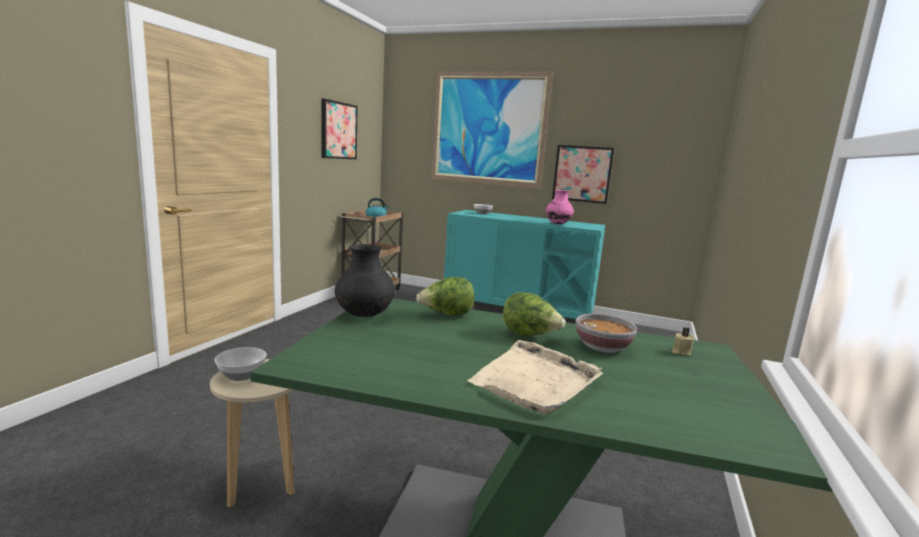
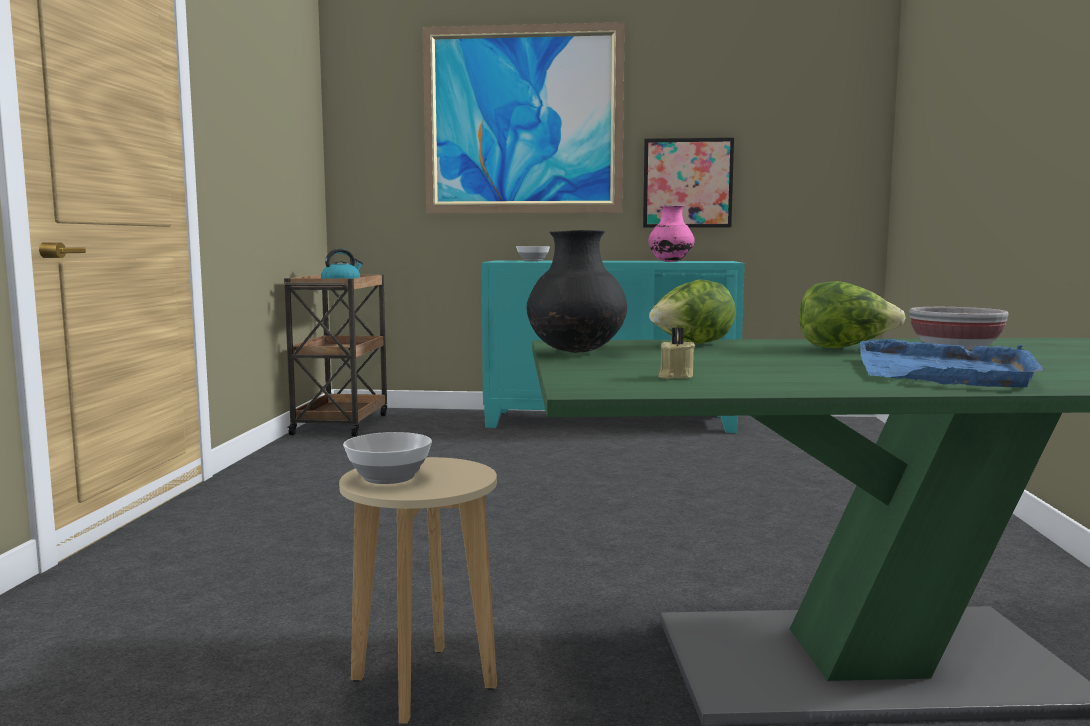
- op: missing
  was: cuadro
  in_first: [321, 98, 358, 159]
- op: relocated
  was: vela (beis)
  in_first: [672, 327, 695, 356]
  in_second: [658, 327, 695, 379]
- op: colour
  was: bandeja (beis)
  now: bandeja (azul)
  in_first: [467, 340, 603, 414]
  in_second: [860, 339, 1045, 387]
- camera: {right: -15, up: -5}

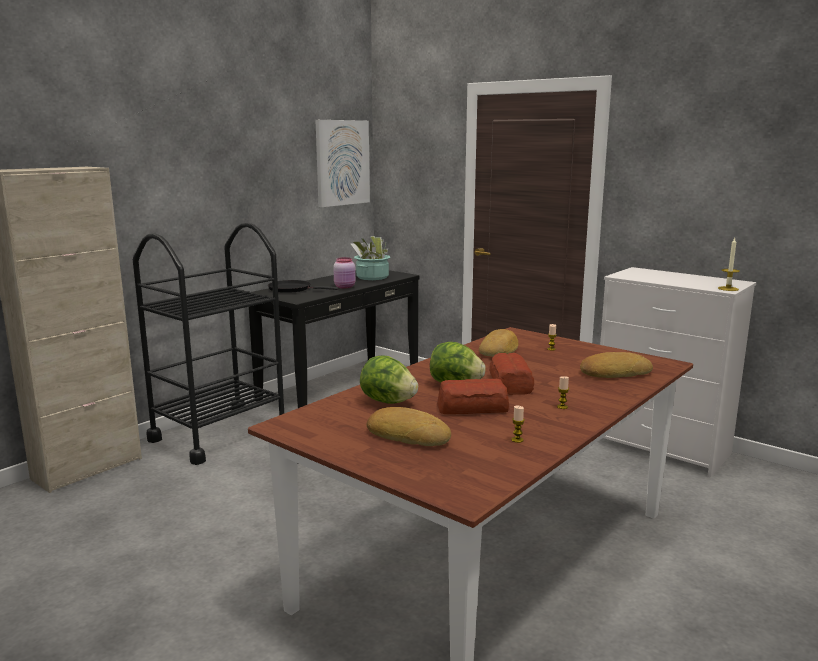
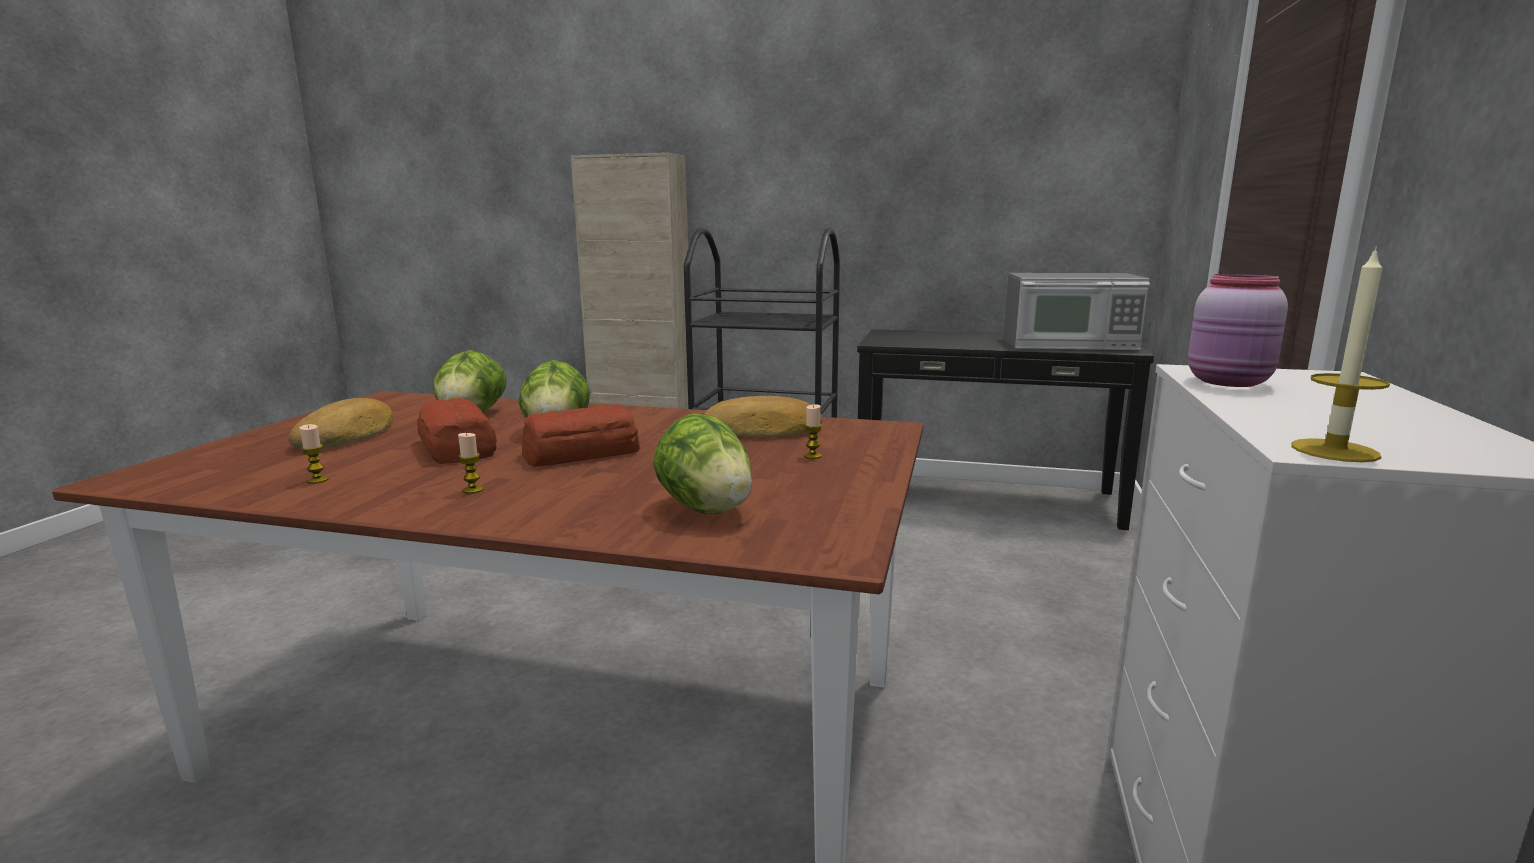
- op: missing
  was: cuadro
  in_first: [316, 120, 370, 207]
- op: exchanged
  was: planta en maceta
  now: microondas
  in_first: [351, 236, 390, 280]
  in_second: [1003, 273, 1150, 350]
- op: relocated
  was: tarro (rosa)
  in_first: [333, 257, 355, 289]
  in_second: [1188, 274, 1288, 387]
- op: missing
  was: sartén (negro)
  in_first: [268, 280, 338, 293]
- op: exchanged
  was: pan
  now: lechuga
  in_first: [580, 352, 653, 378]
  in_second: [653, 413, 752, 514]
- camera: {right: 65, up: 0}

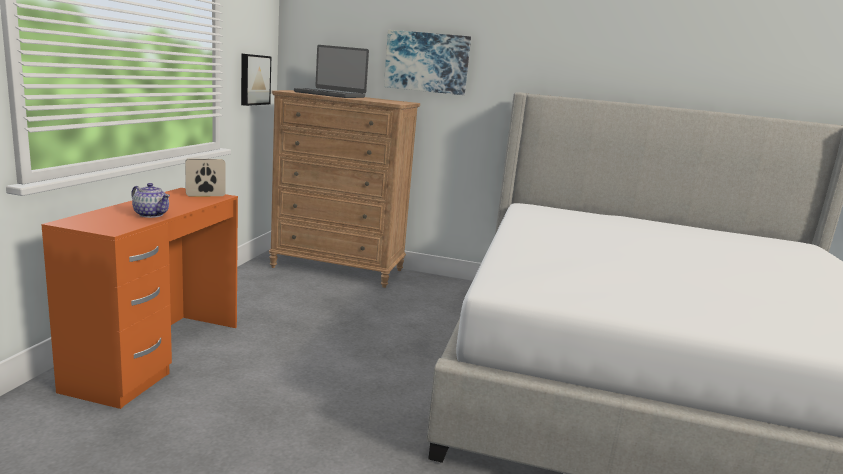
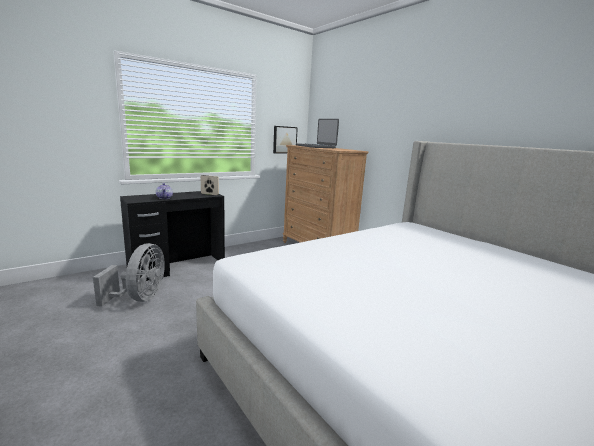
- op: missing
  was: cuadro
  in_first: [384, 30, 471, 95]
- op: colour
  was: escritorio (naranja)
  now: escritorio (negro)
  in_first: [41, 188, 238, 409]
  in_second: [120, 191, 225, 281]
- op: appeared
  now: ventilador (gris)
  in_second: [93, 243, 165, 307]
- camera: {right: 40, up: 0}

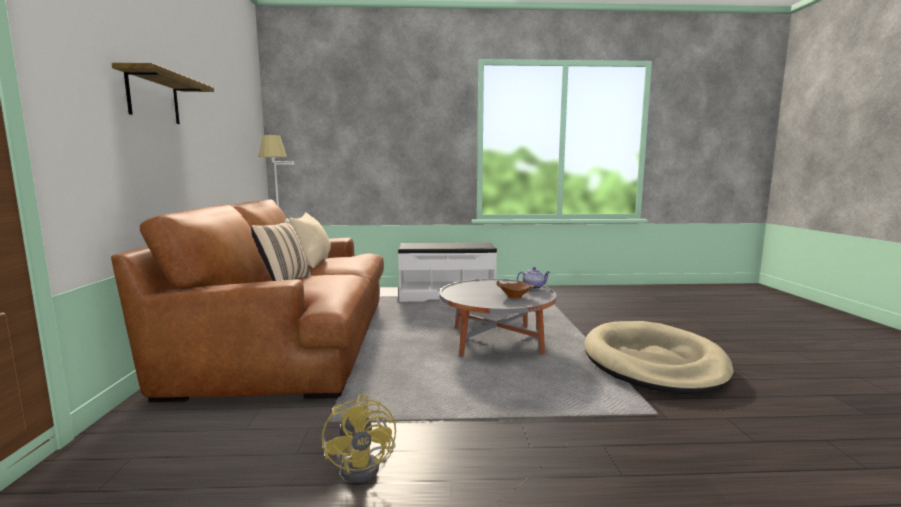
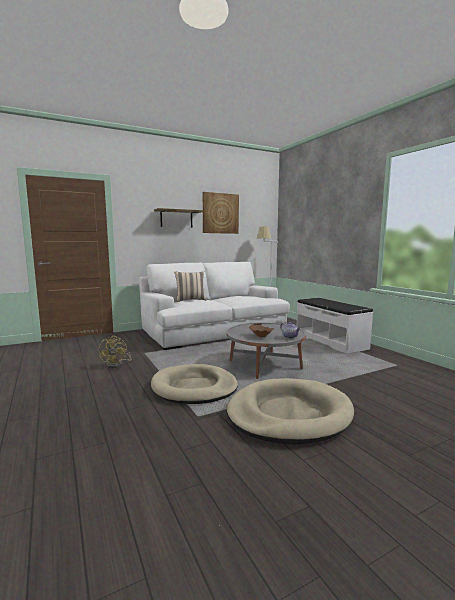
- op: colour
  was: sofá (marrón)
  now: sofá (blanco)
  in_first: [111, 199, 384, 402]
  in_second: [139, 262, 290, 350]
- op: missing
  was: cojín (beis)
  in_first: [289, 212, 331, 268]
- op: spun
  was: ventilador (amarillo)
  in_first: [322, 394, 396, 483]
  in_second: [98, 335, 131, 368]
  clockwise: -60
- op: appeared
  now: cuadro
  in_second: [203, 192, 239, 234]
- op: appeared
  now: cama para perro (beis)
  in_second: [151, 364, 238, 404]
- camera: {right: 65, up: 0}

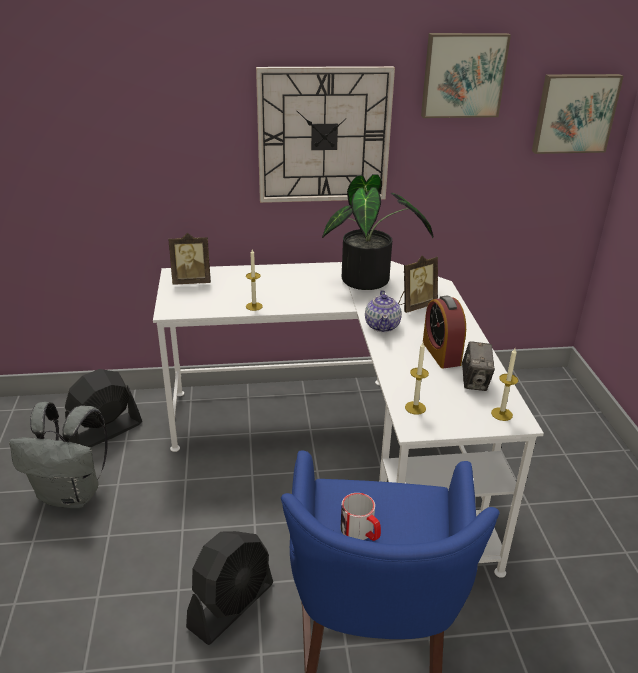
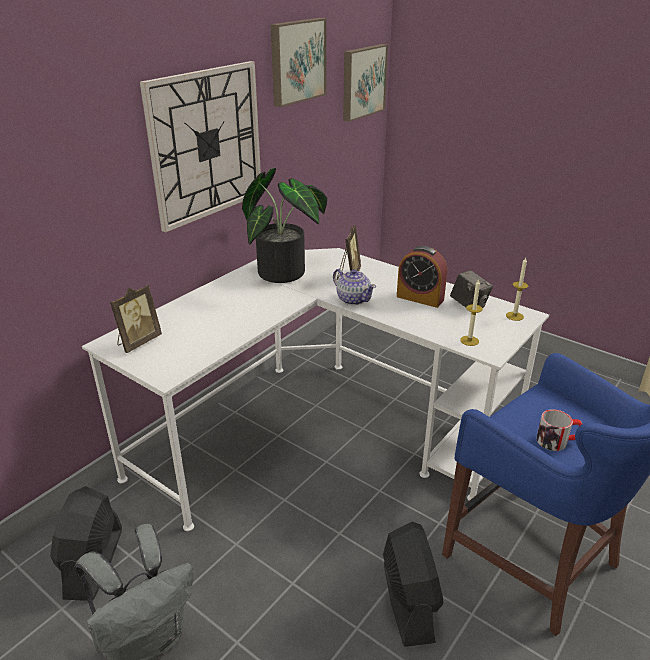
- op: missing
  was: vela
  in_first: [246, 249, 263, 311]
- camera: {right: -45, up: 0}

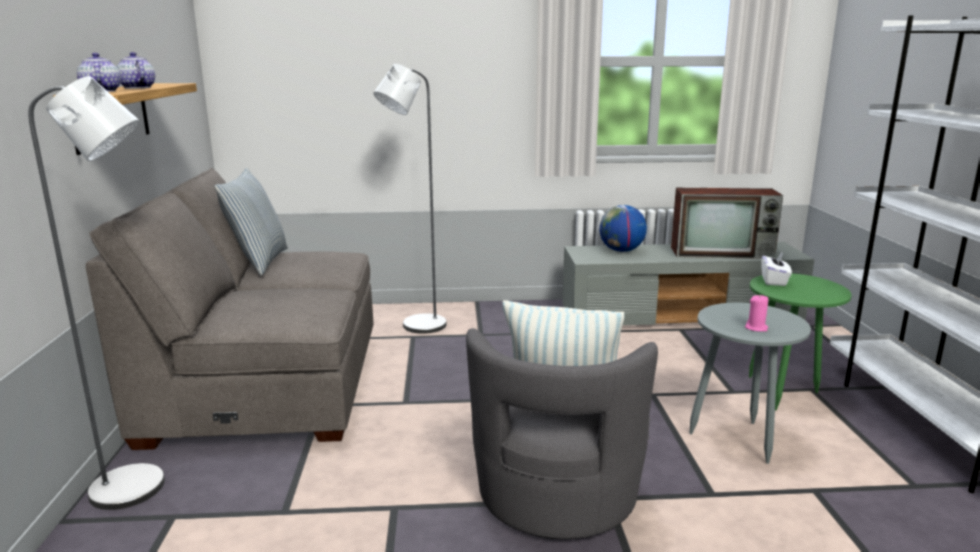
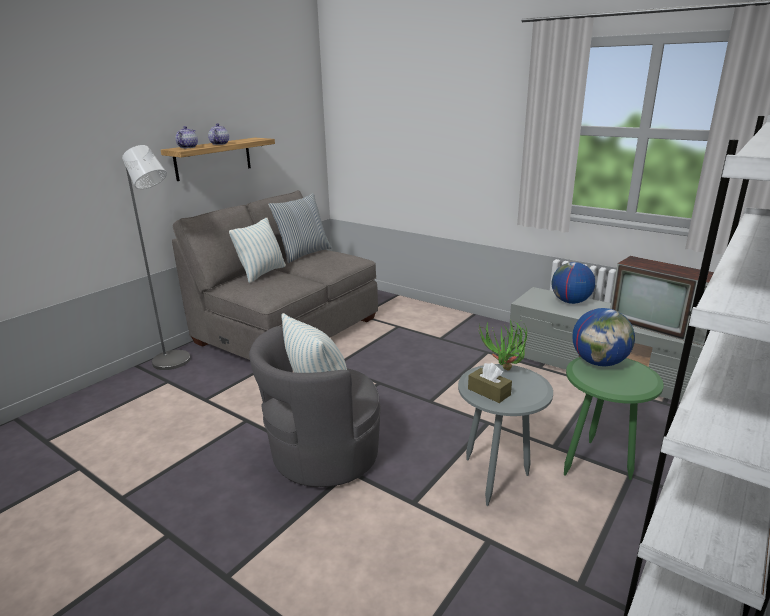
- op: missing
  was: lámpara de pie (gris)
  in_first: [373, 64, 447, 334]
- op: exchanged
  was: caja de pañuelos (blanco)
  now: globo terráqueo
  in_first: [761, 251, 792, 286]
  in_second: [572, 308, 635, 366]
- op: exchanged
  was: vela (rosa)
  now: caja de pañuelos (marrón)
  in_first: [745, 294, 768, 332]
  in_second: [468, 363, 512, 403]
- op: appeared
  now: cojín
  in_second: [229, 218, 286, 283]
- op: appeared
  now: planta en maceta
  in_second: [479, 320, 527, 370]
- camera: {right: 40, up: 5}

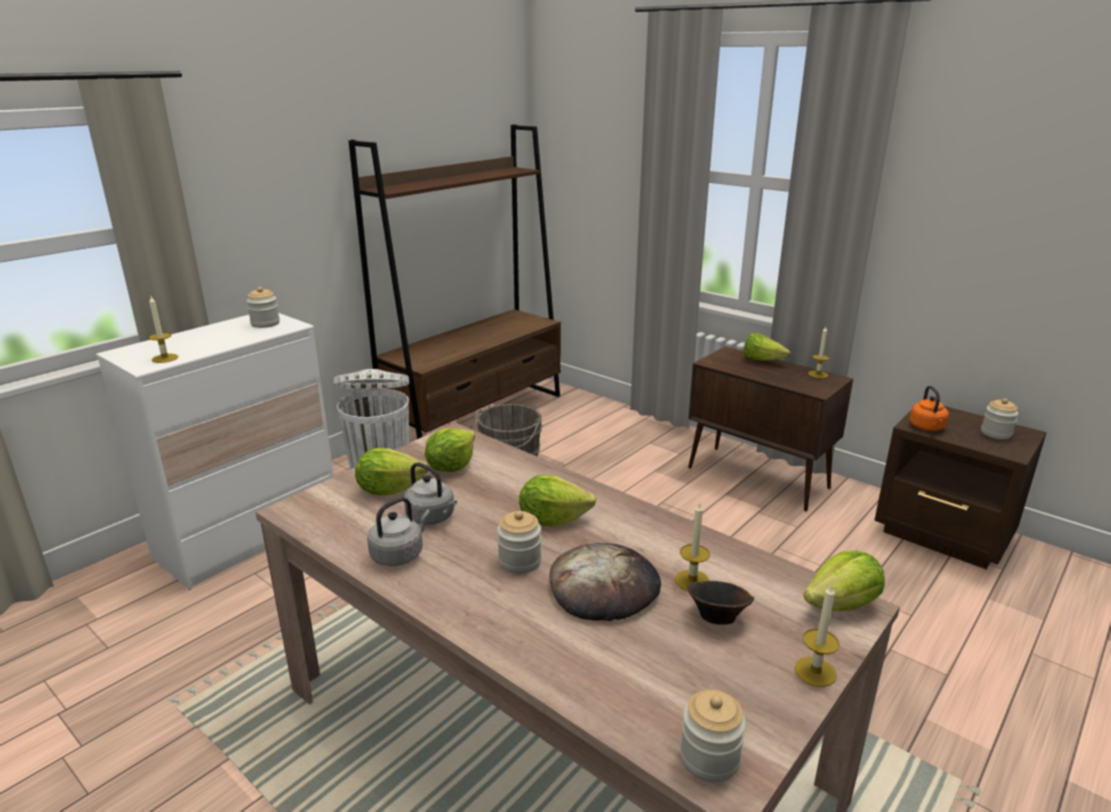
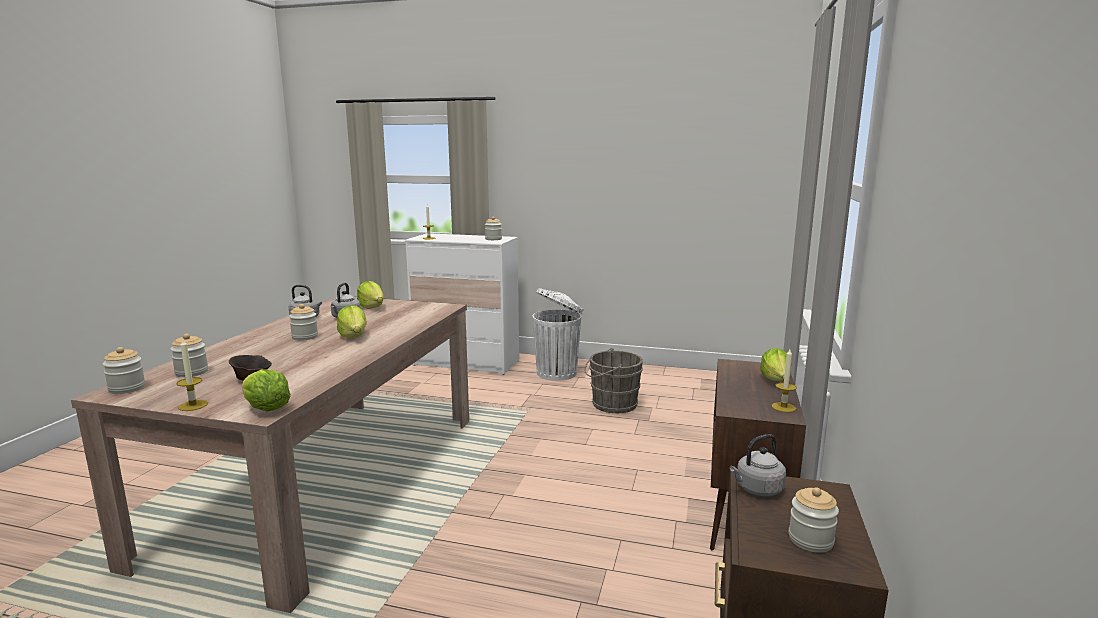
- op: missing
  was: estantería (marrón)
  in_first: [349, 124, 561, 439]
- op: colour
  was: hervidor (naranja)
  now: hervidor (gris)
  in_first: [910, 386, 949, 431]
  in_second: [730, 434, 786, 496]
- op: missing
  was: lechuga
  in_first: [425, 428, 475, 472]
- op: missing
  was: vela
  in_first: [675, 502, 710, 591]
- op: missing
  was: pan
  in_first: [550, 543, 661, 621]
- op: appeared
  now: tarro
  in_second: [170, 334, 208, 377]
- camera: {right: 65, up: -10}

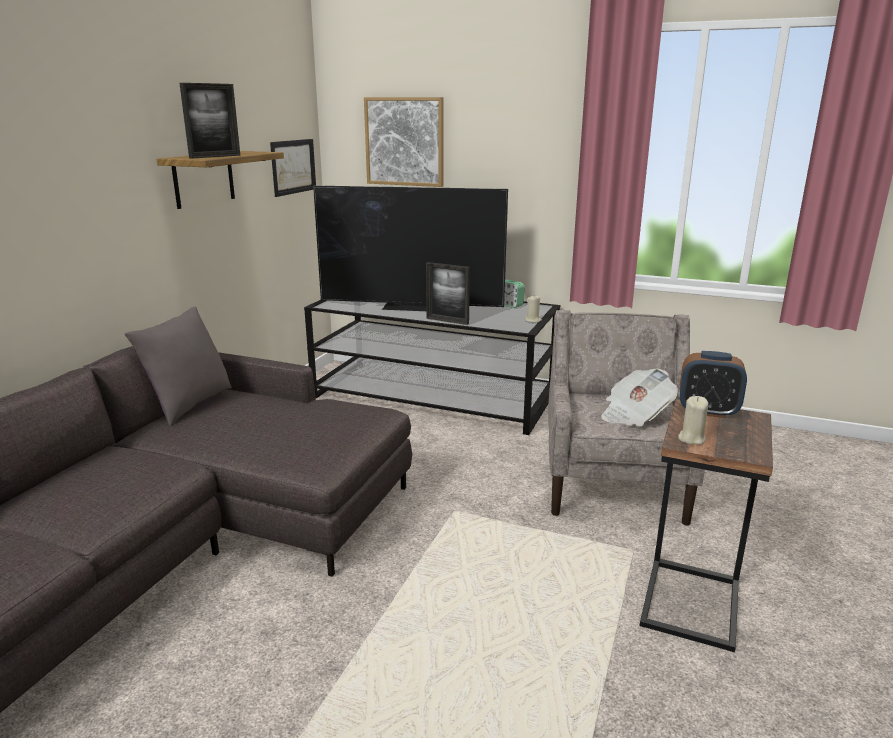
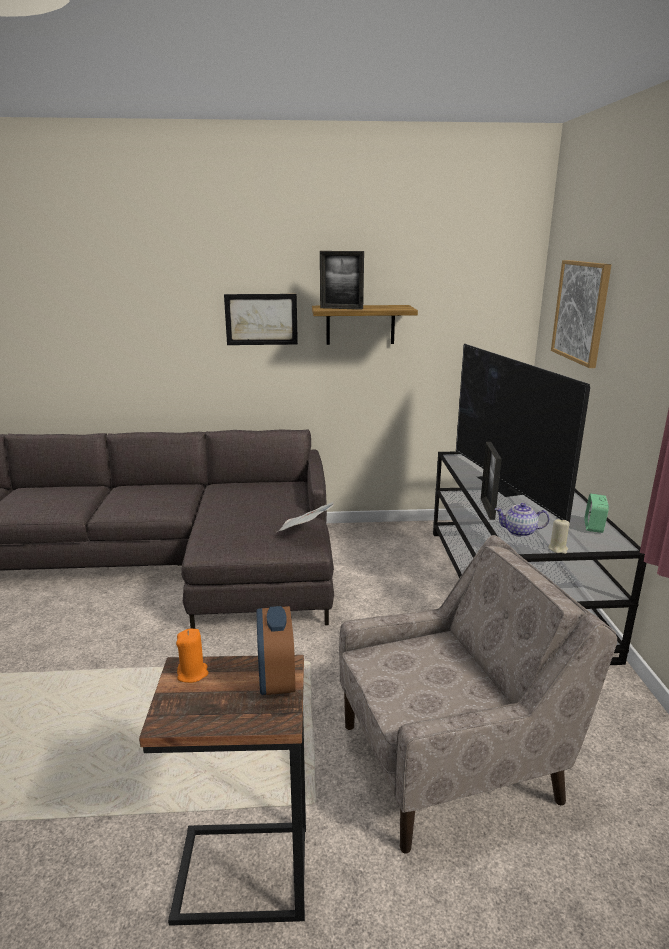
- op: relocated
  was: cuadro
  in_first: [270, 139, 316, 197]
  in_second: [224, 294, 298, 345]
- op: missing
  was: cojín (gris)
  in_first: [124, 306, 232, 426]
- op: relocated
  was: periódico
  in_first: [601, 369, 678, 427]
  in_second: [277, 502, 334, 532]
- op: colour
  was: vela (beis)
  now: vela (naranja)
  in_first: [678, 396, 709, 445]
  in_second: [176, 628, 209, 683]
- op: appeared
  now: tetera
  in_second: [495, 503, 550, 537]
- camera: {right: 65, up: 0}

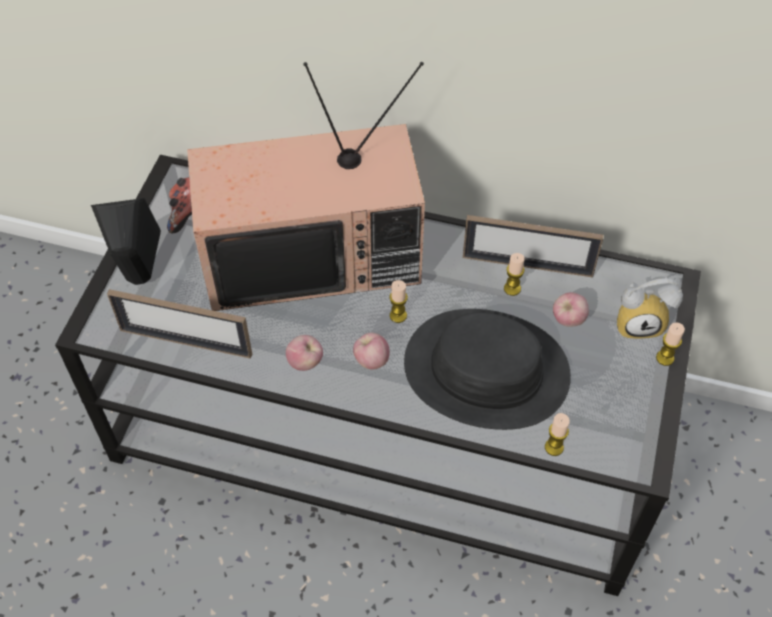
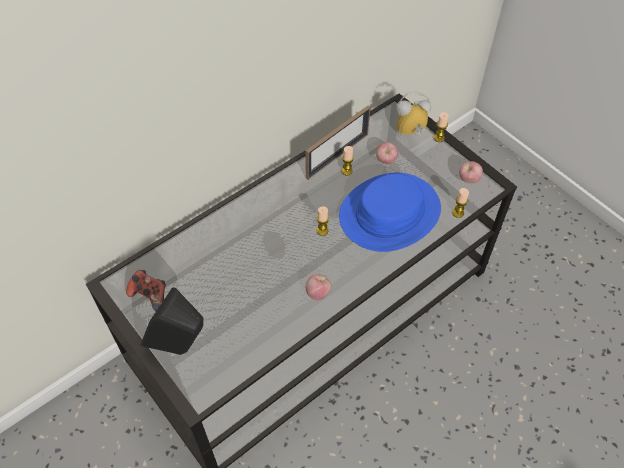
- op: missing
  was: televisor
  in_first: [187, 62, 425, 311]
- op: spun
  was: despertador
  in_first: [617, 278, 683, 339]
  in_second: [396, 91, 431, 137]
  clockwise: -135
- op: missing
  was: portarretratos
  in_first: [107, 289, 252, 358]
- op: colour
  was: sombrero (negro)
  now: sombrero (azul)
  in_first: [404, 309, 571, 430]
  in_second: [339, 173, 441, 252]
- op: relocated
  was: manzana
  in_first: [353, 333, 390, 370]
  in_second: [459, 161, 483, 183]
- camera: {right: -55, up: 0}

